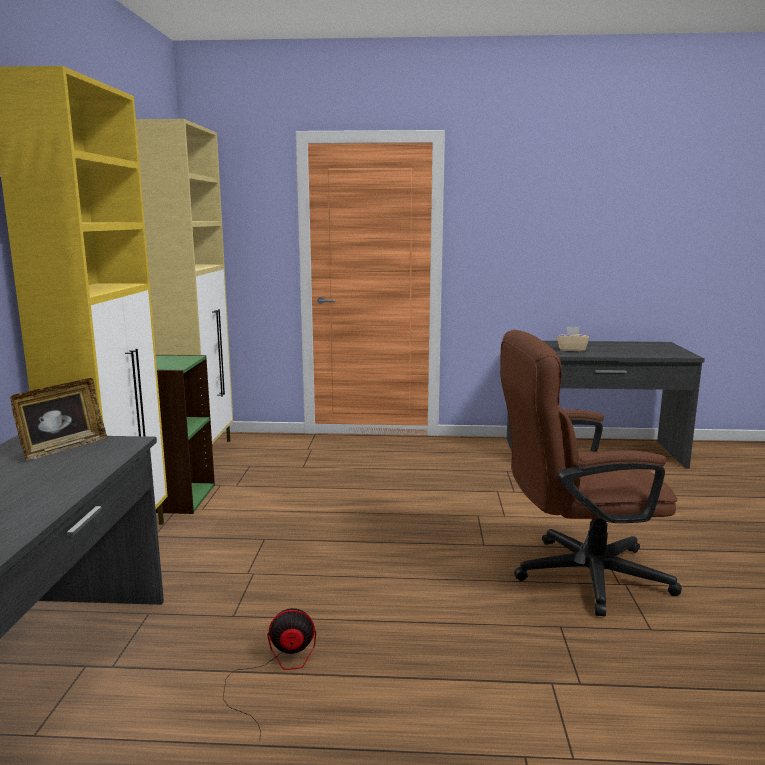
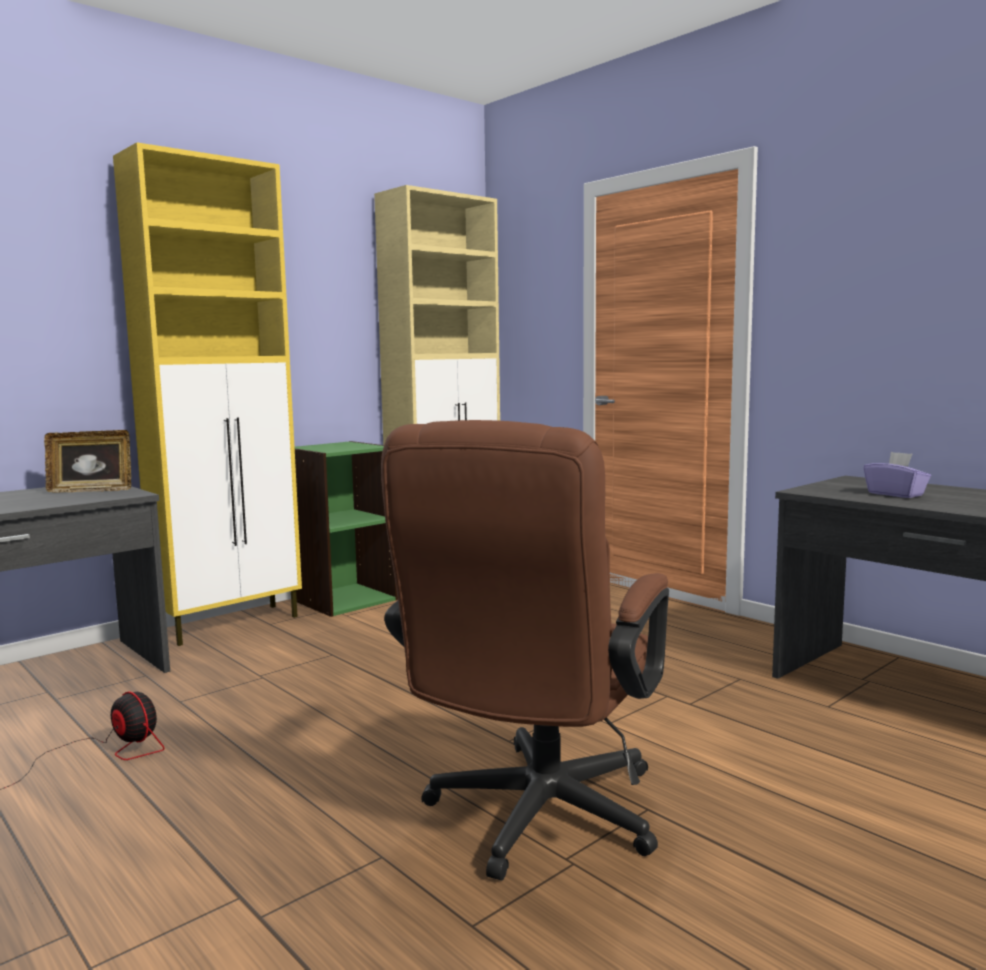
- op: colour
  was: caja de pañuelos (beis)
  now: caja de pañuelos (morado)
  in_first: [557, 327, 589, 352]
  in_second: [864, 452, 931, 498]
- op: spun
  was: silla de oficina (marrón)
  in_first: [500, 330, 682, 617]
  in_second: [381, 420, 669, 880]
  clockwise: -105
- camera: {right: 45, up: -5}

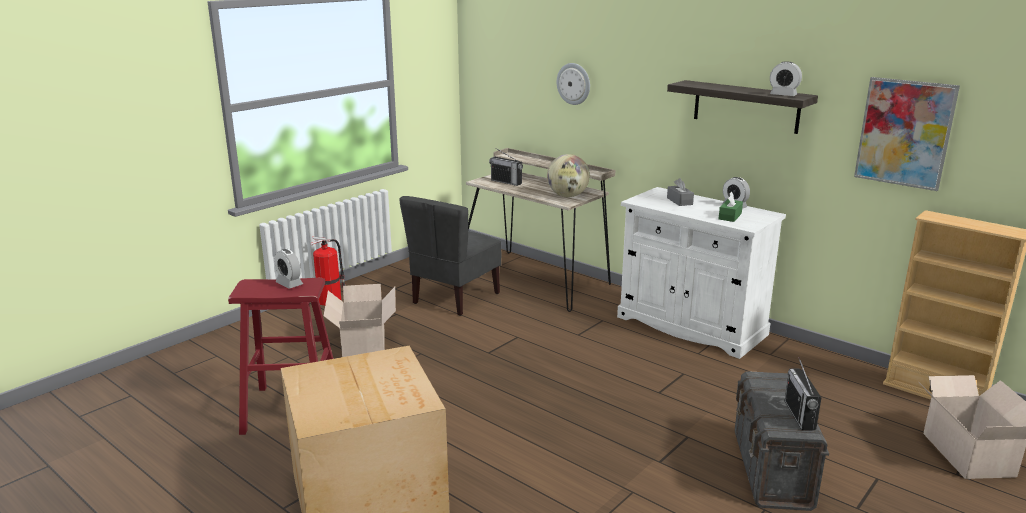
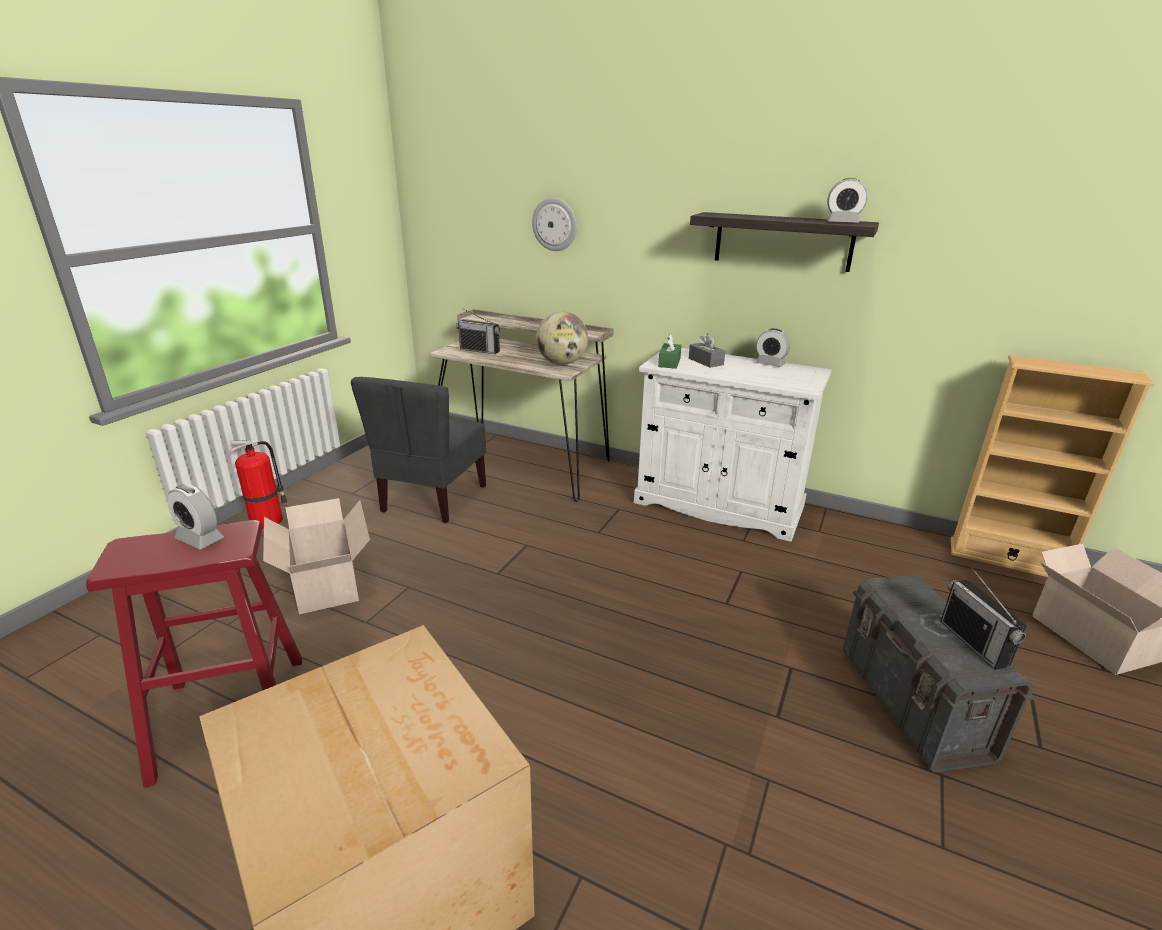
- op: missing
  was: cuadro
  in_first: [854, 77, 960, 191]
- op: relocated
  was: caja de pañuelos (verde)
  in_first: [719, 192, 743, 222]
  in_second: [658, 334, 682, 369]
- camera: {right: -15, up: 5}

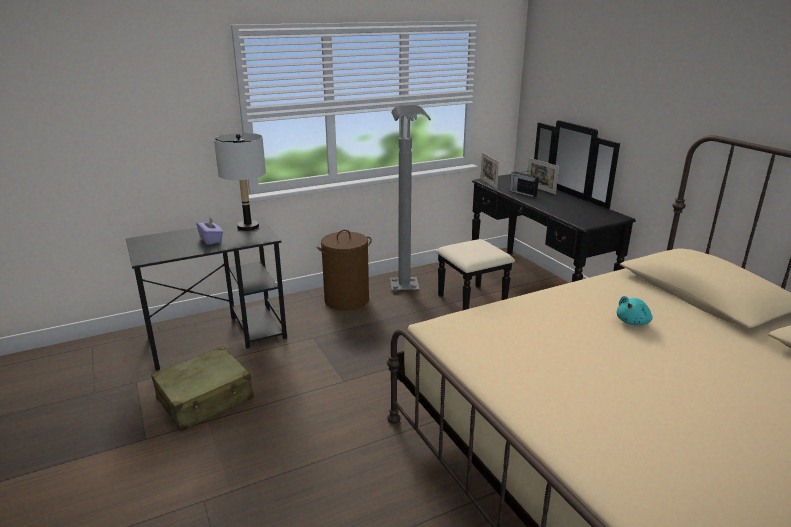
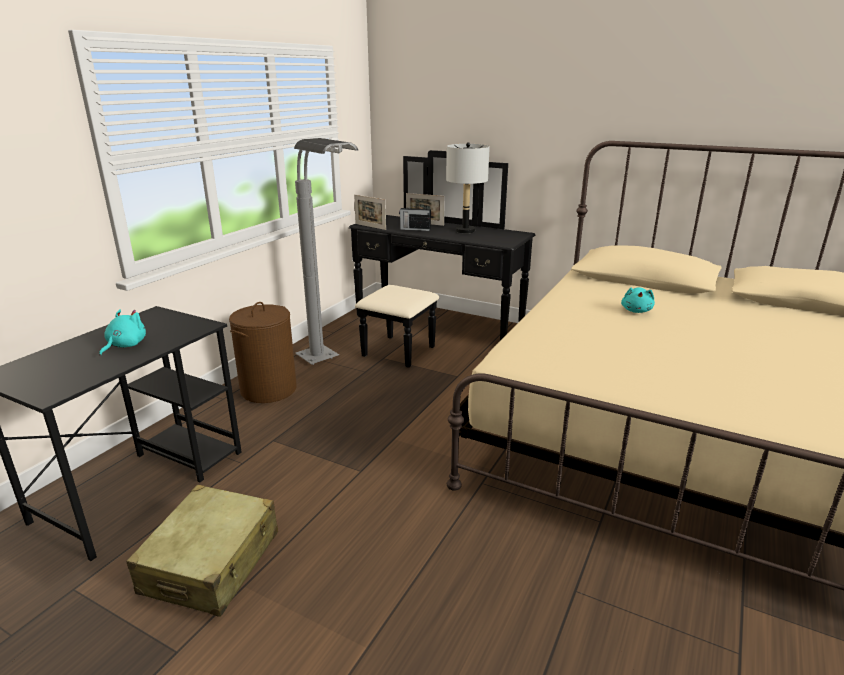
- op: relocated
  was: lámpara de mesa (gris)
  in_first: [214, 133, 266, 231]
  in_second: [446, 142, 490, 233]
- op: exchanged
  was: caja de pañuelos (morado)
  now: peluche (turquesa)
  in_first: [196, 217, 223, 245]
  in_second: [100, 309, 146, 356]
- camera: {right: -35, up: 0}

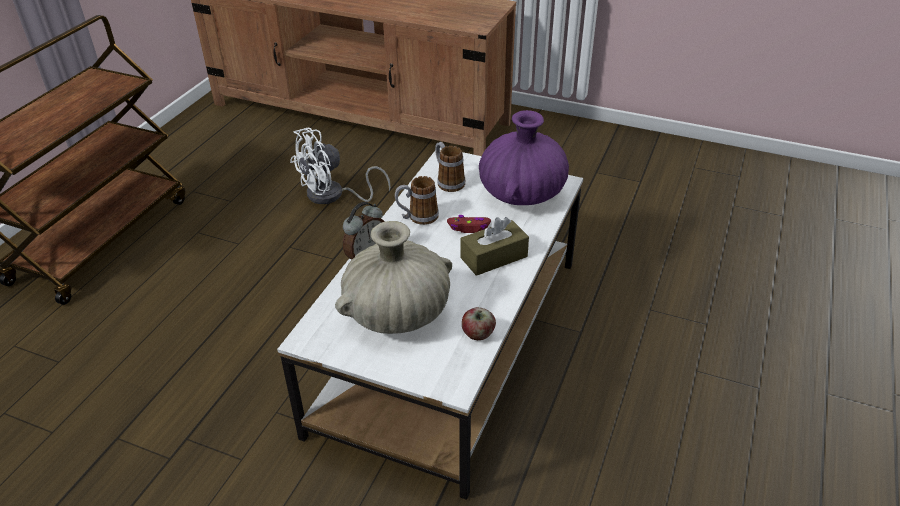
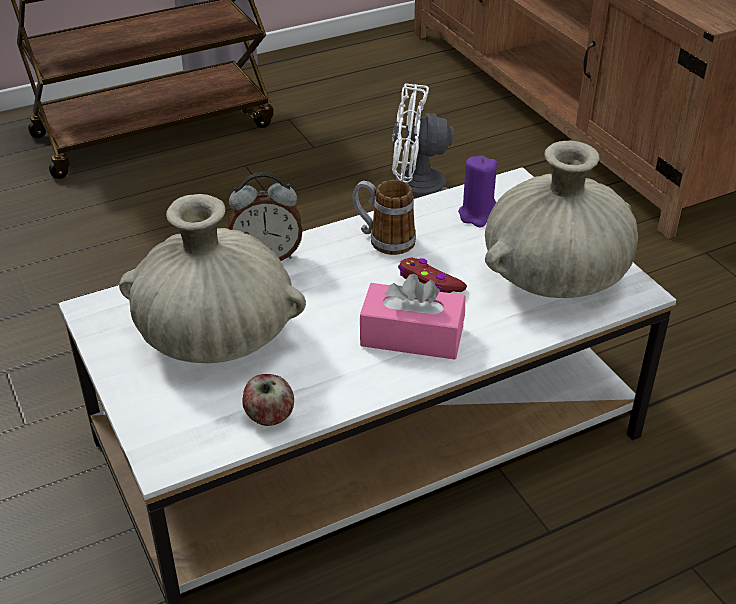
- op: colour
  was: florero (morado)
  now: florero (beis)
  in_first: [479, 110, 569, 205]
  in_second: [485, 141, 638, 298]
- op: exchanged
  was: taza grande
  now: vela (morado)
  in_first: [435, 142, 465, 192]
  in_second: [458, 156, 497, 228]
- op: colour
  was: caja de pañuelos (marrón)
  now: caja de pañuelos (rosa)
  in_first: [461, 217, 529, 276]
  in_second: [360, 274, 465, 360]
- camera: {right: 40, up: 0}

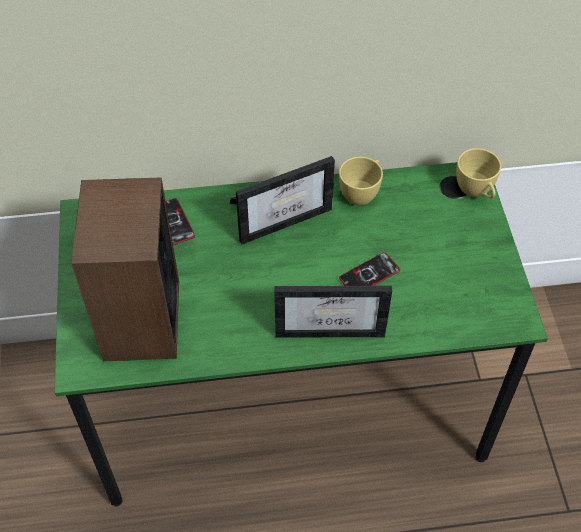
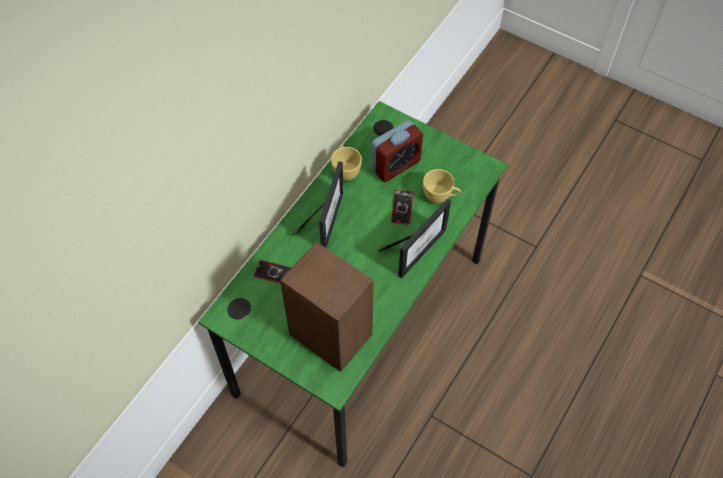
- op: relocated
  was: taza (amarillo)
  in_first: [456, 148, 501, 198]
  in_second: [423, 169, 461, 204]
- op: appeared
  now: despertador
  in_second: [371, 120, 423, 182]
- camera: {right: -50, up: 5}

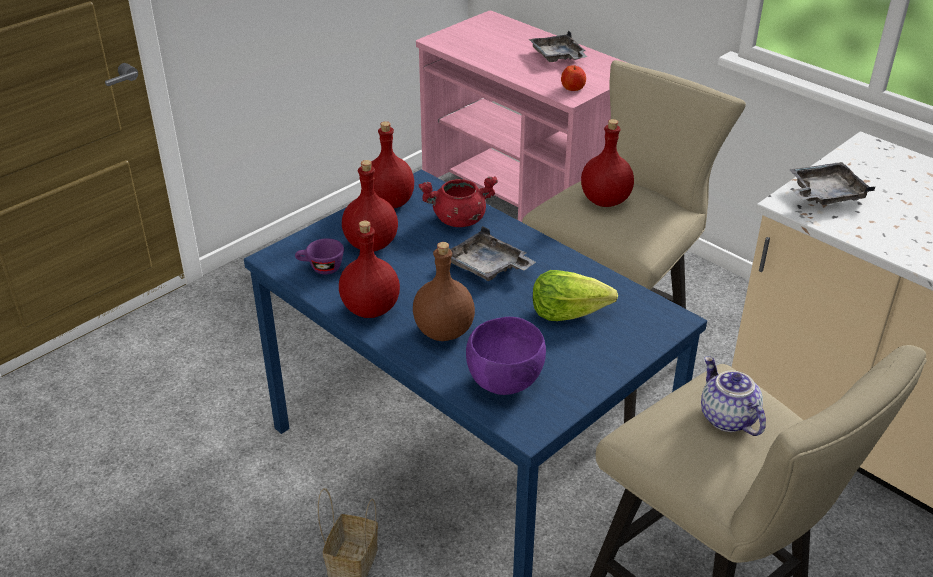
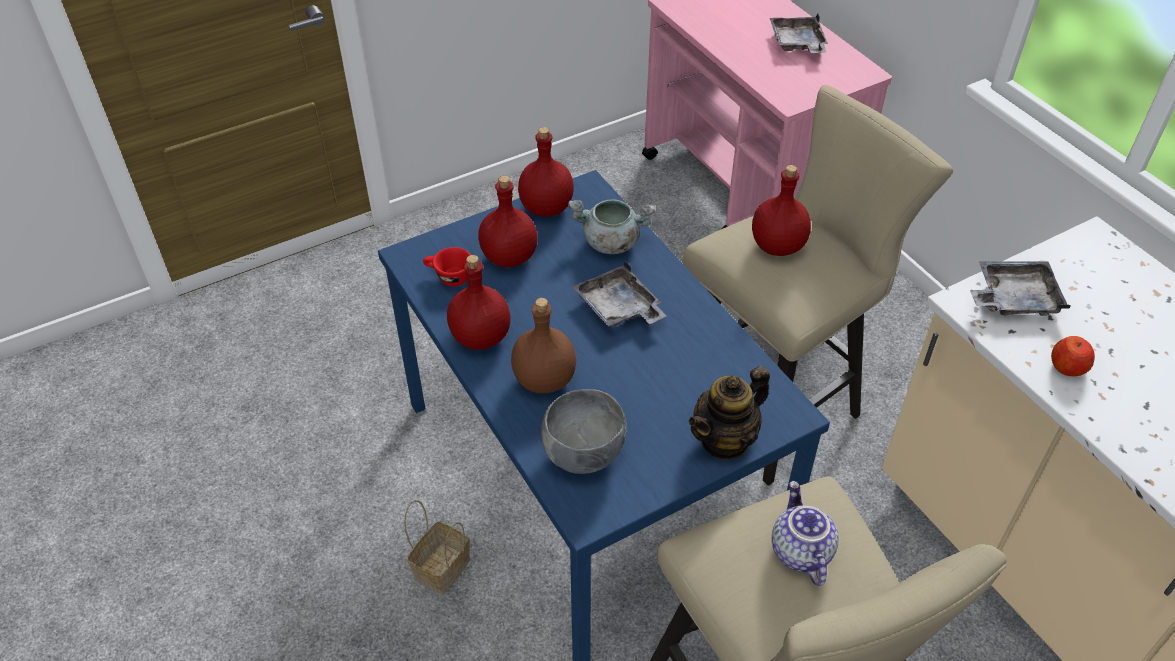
- op: relocated
  was: manzana
  in_first: [561, 65, 586, 91]
  in_second: [1051, 336, 1095, 376]
- op: colour
  was: olla (rojo)
  now: olla (gris)
  in_first: [419, 176, 498, 227]
  in_second: [569, 199, 655, 254]
- op: colour
  was: taza (morado)
  now: taza (rojo)
  in_first: [295, 238, 344, 275]
  in_second: [423, 247, 471, 286]
- op: missing
  was: lechuga
  in_first: [533, 270, 618, 321]
- op: colour
  was: cuenco (morado)
  now: cuenco (gris)
  in_first: [466, 317, 546, 395]
  in_second: [541, 389, 627, 474]
- op: appeared
  now: tetera
  in_second: [689, 366, 770, 461]
- camera: {right: 15, up: 10}

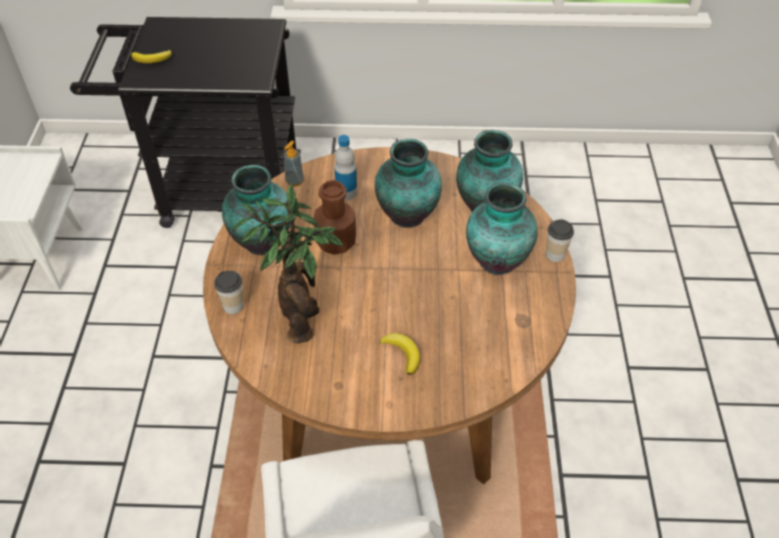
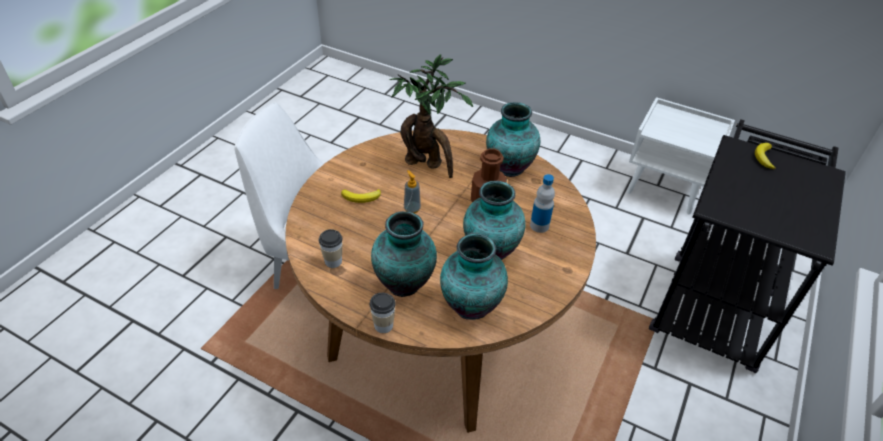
- op: relocated
  was: dispensador de jabón
  in_first: [284, 141, 304, 187]
  in_second: [404, 170, 421, 213]
- op: relocated
  was: taza
  in_first: [214, 271, 244, 314]
  in_second: [319, 229, 343, 268]
- camera: {right: 115, up: -5}

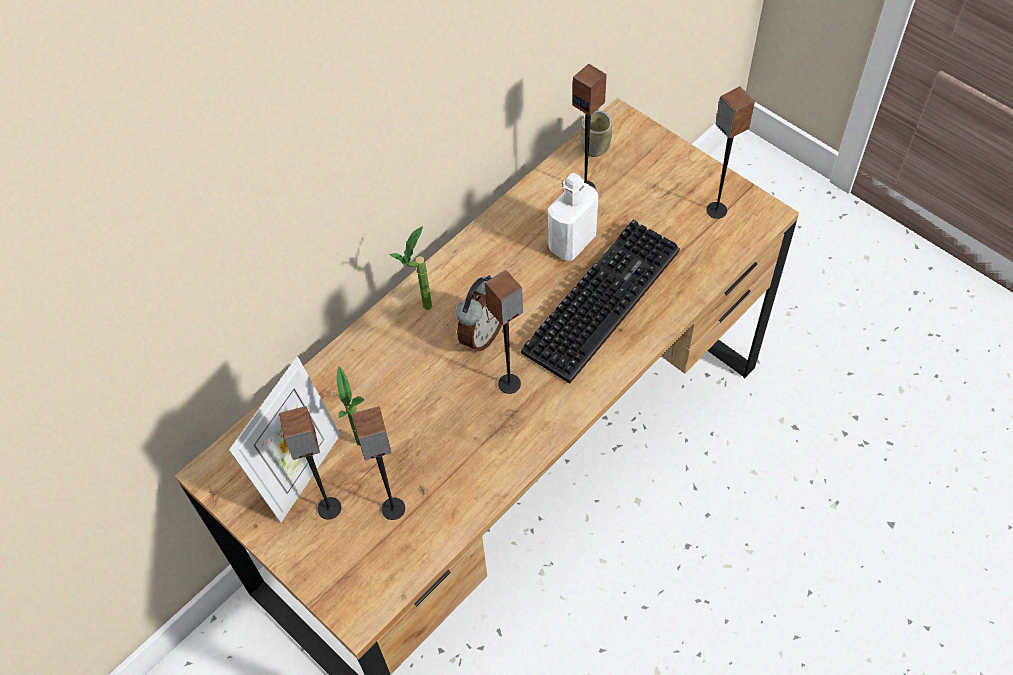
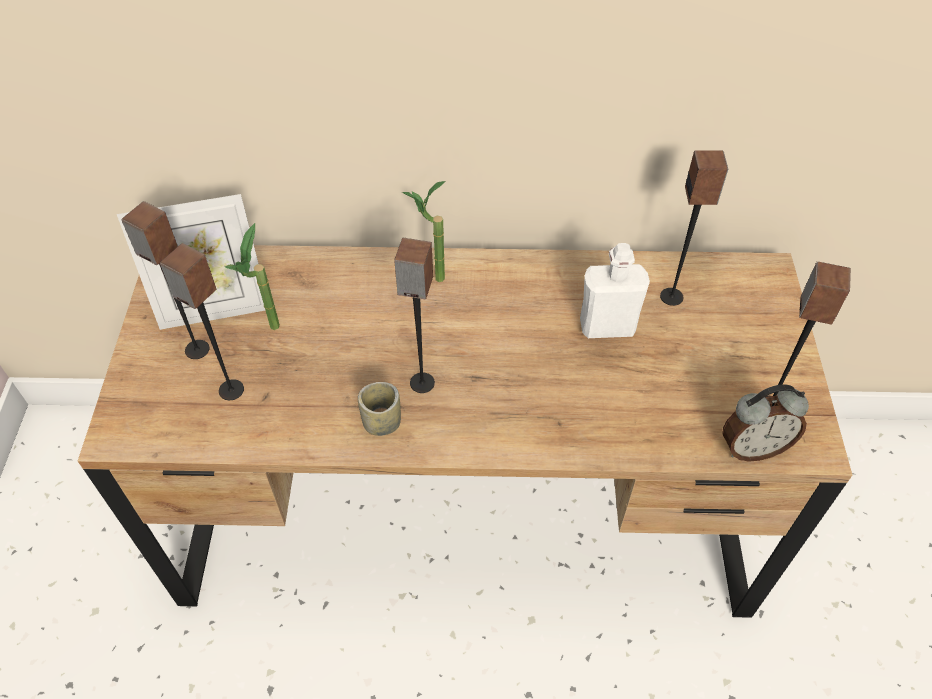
- op: relocated
  was: taza
  in_first: [580, 111, 612, 157]
  in_second: [358, 382, 401, 436]
- op: missing
  was: teclado
  in_first: [521, 219, 680, 384]
- op: relocated
  was: despertador
  in_first: [456, 275, 502, 352]
  in_second: [722, 384, 809, 461]
- camera: {right: 45, up: -5}

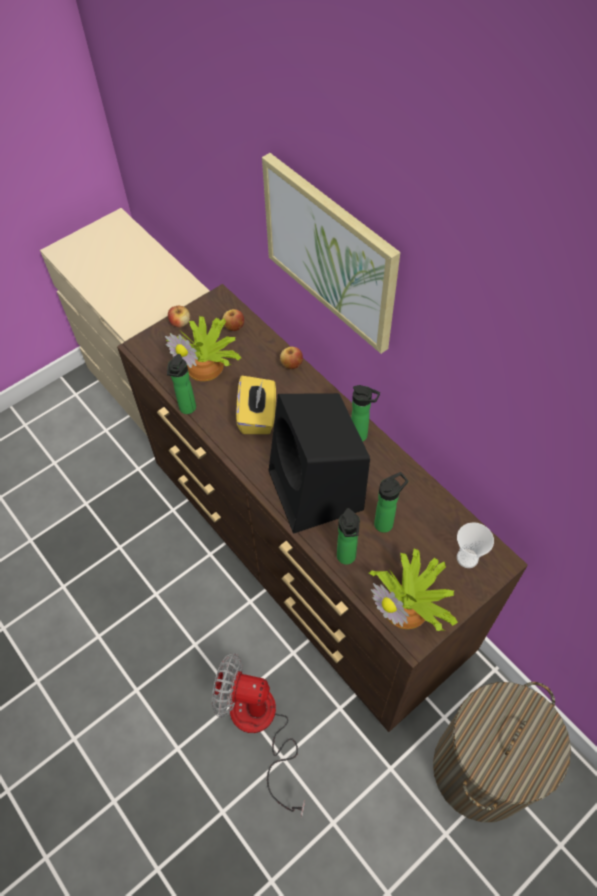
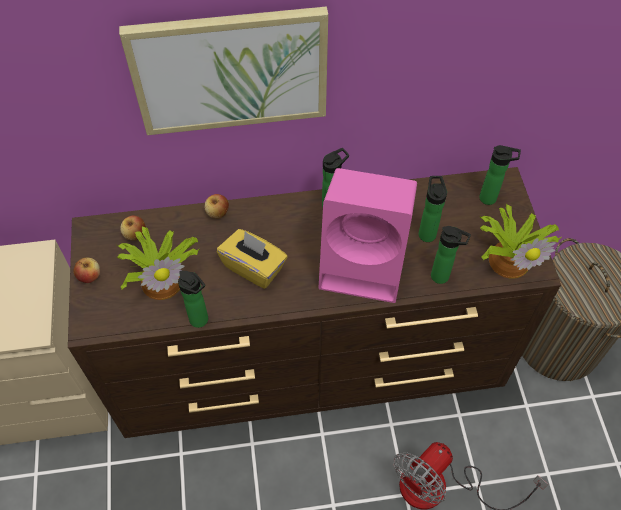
- op: colour
  was: altavoz (negro)
  now: altavoz (rosa)
  in_first: [269, 393, 370, 534]
  in_second: [319, 168, 417, 303]
- op: exchanged
  was: taza
  now: botella
  in_first: [457, 522, 494, 568]
  in_second: [479, 145, 521, 205]
- camera: {right: -60, up: 0}

